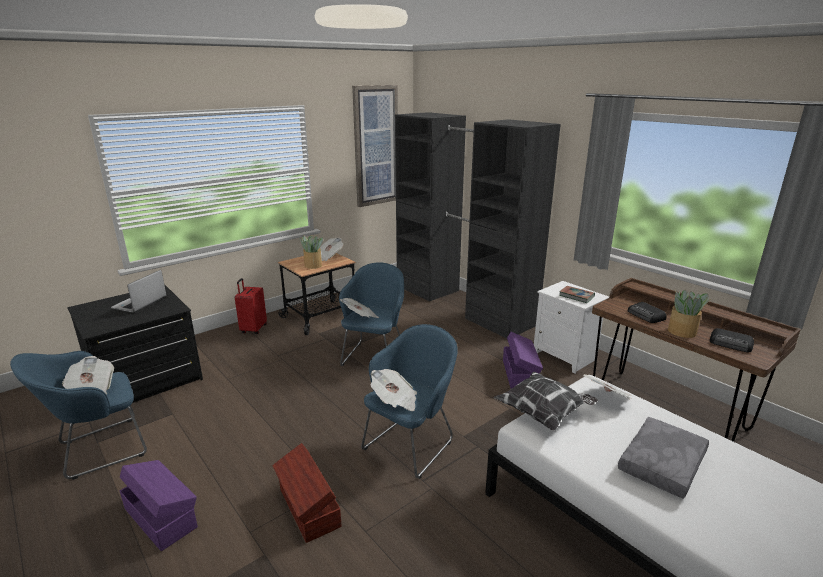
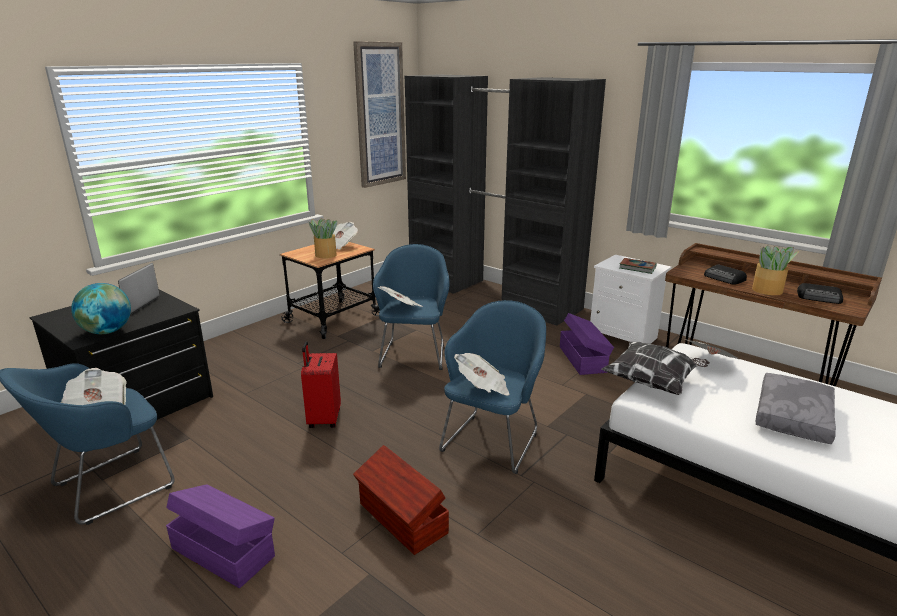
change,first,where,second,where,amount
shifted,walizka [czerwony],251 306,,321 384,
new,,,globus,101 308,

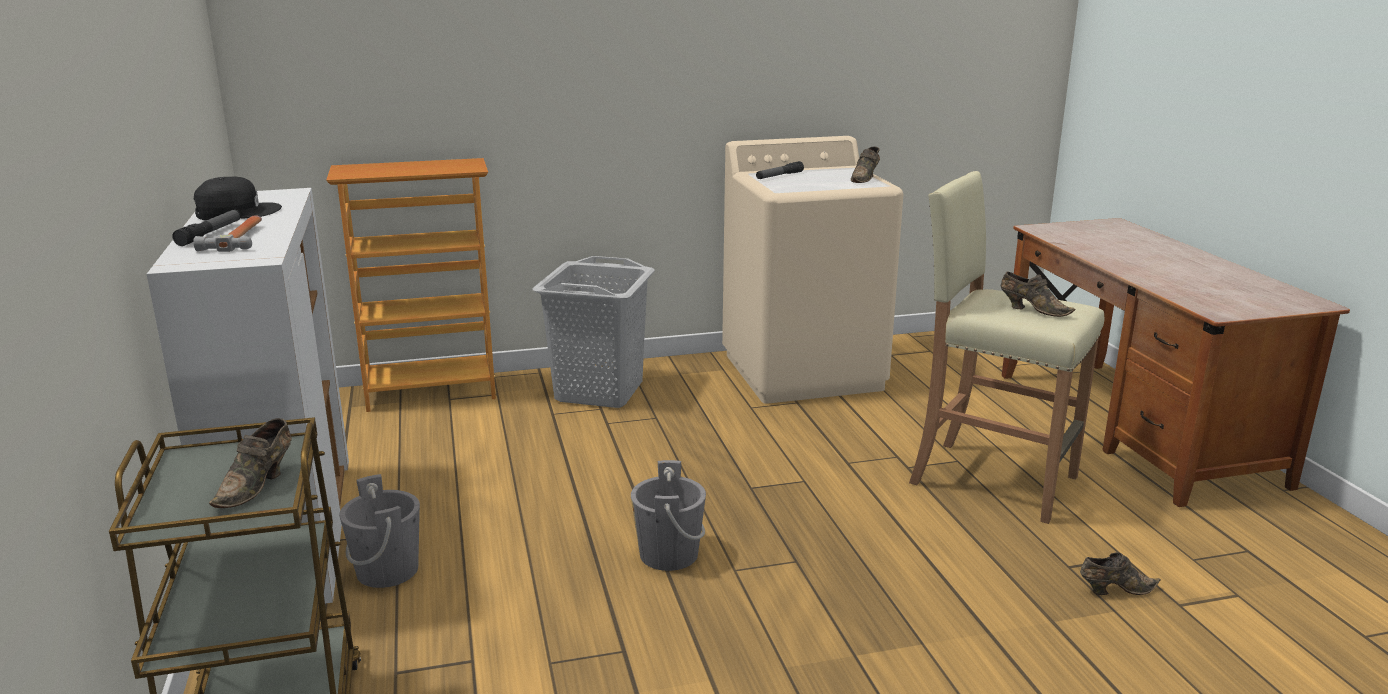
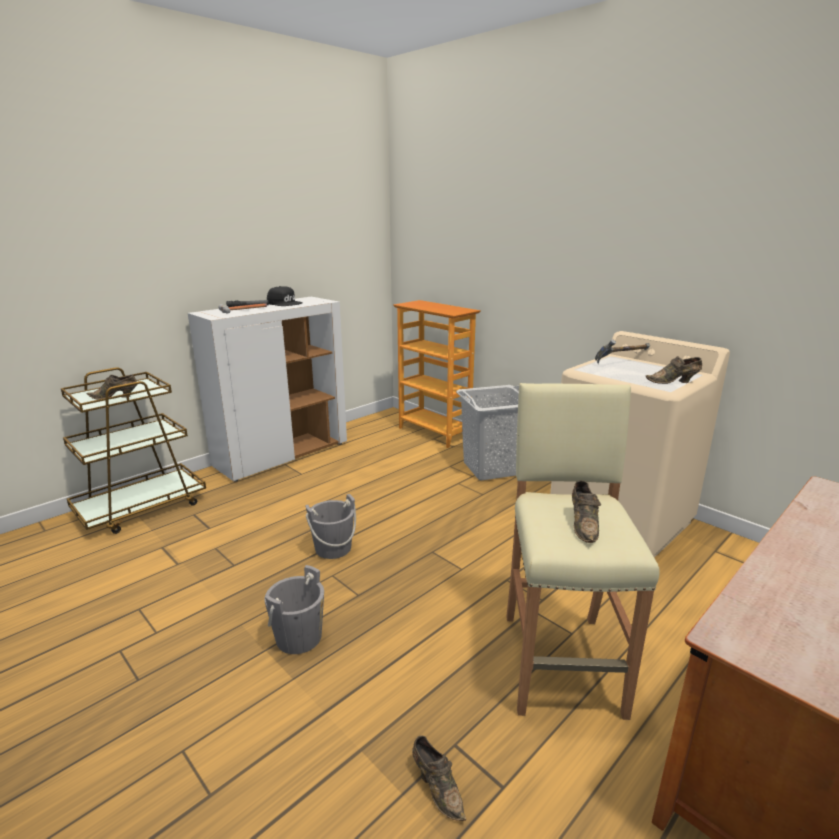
change,first,where,second,where,amount
shifted,wiadro [szary],379 531,,294 609,
swapped,latarka,780 170,młotek,622 351,

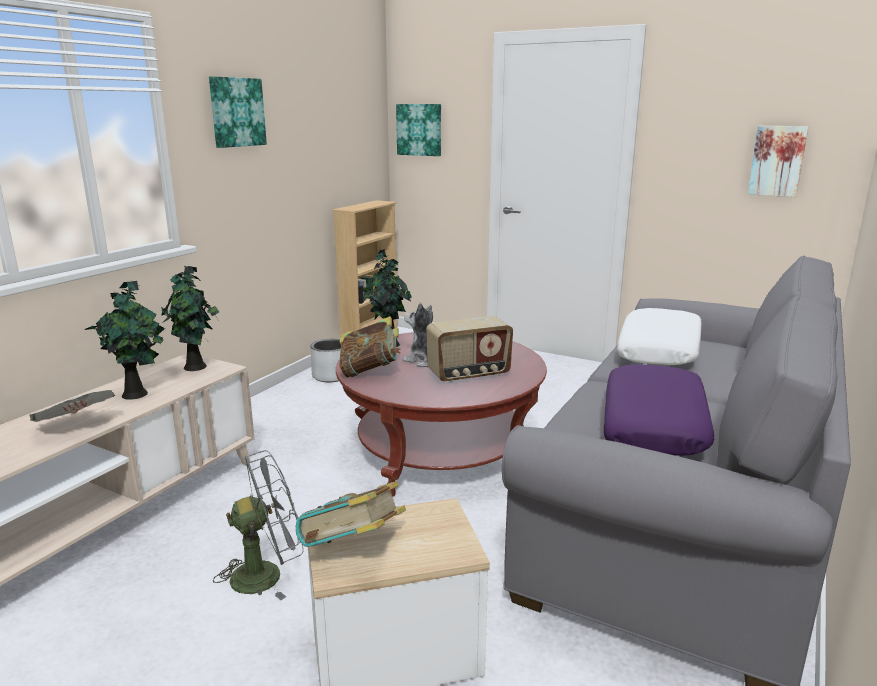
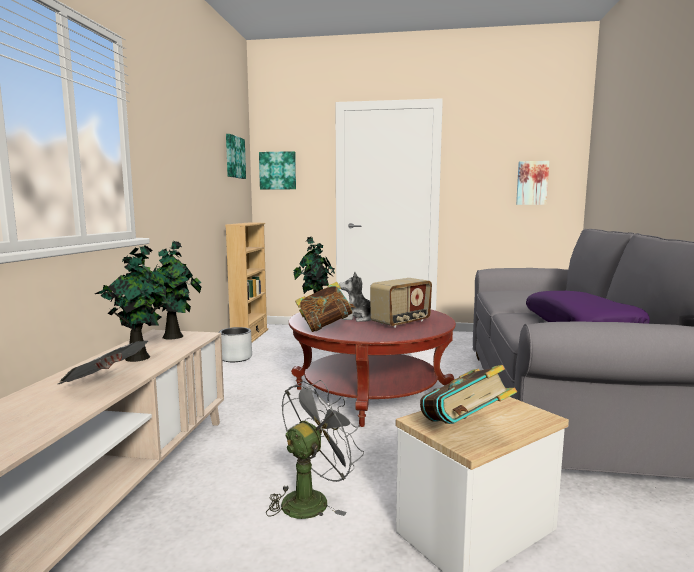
change,first,where,second,where,amount
shifted,obraz,238 112,,236 156,
gone,poduszka [biały],659 336,,,

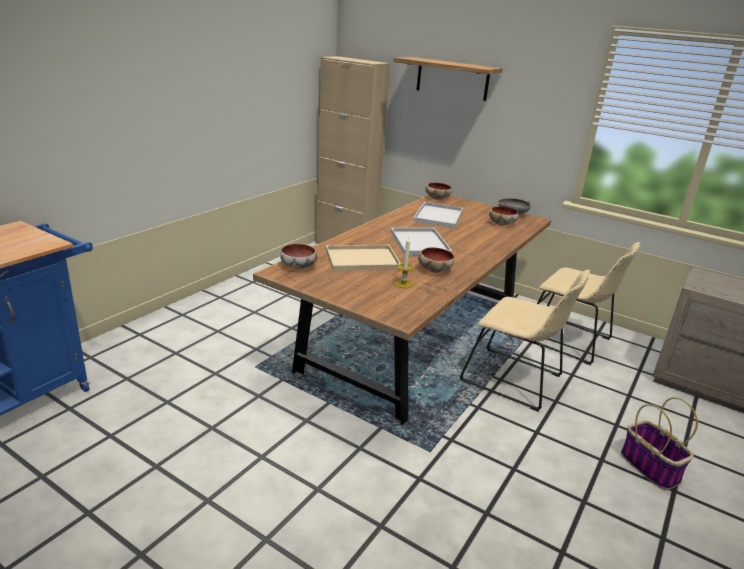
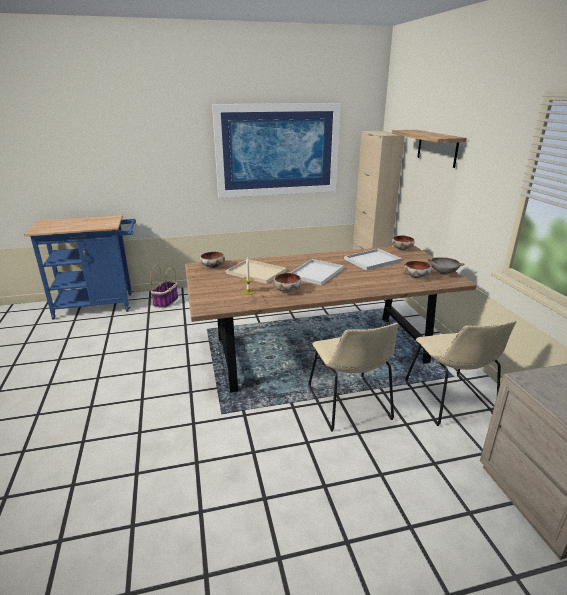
change,first,where,second,where,amount
shifted,koszyk,659 443,,164 286,
new,,,obraz,276 150,

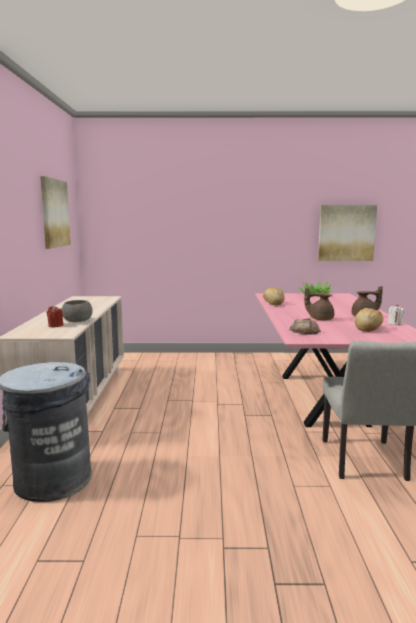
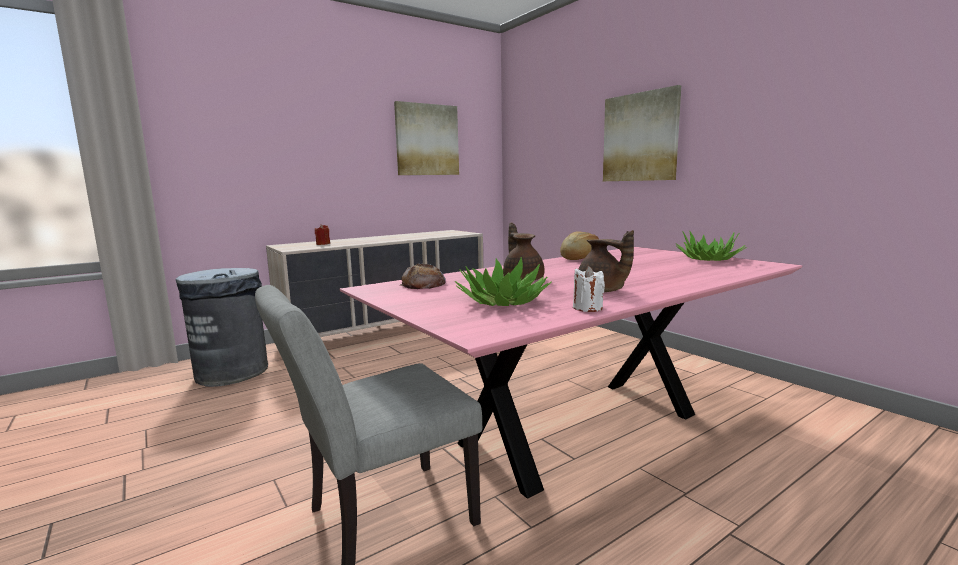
change,first,where,second,where,amount
gone,miska [szary],77 311,,,
shifted,obraz,347 233,,642 133,
swapped,chleb,369 320,roślina doniczkowa,503 281,

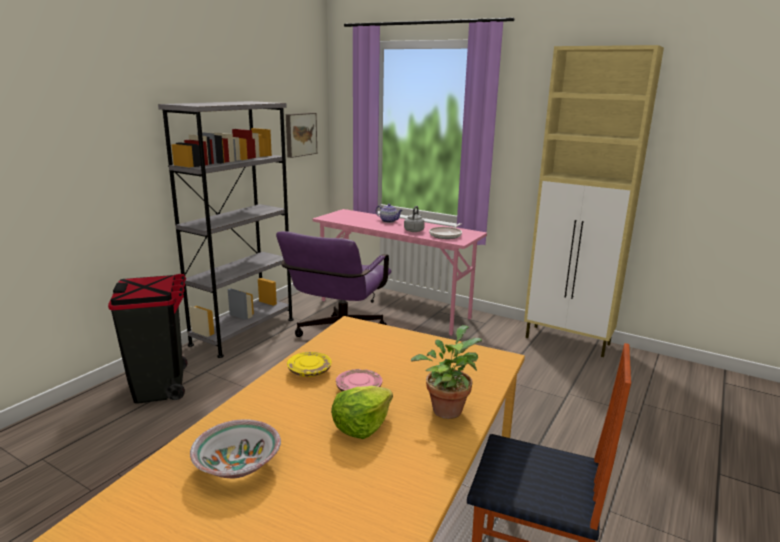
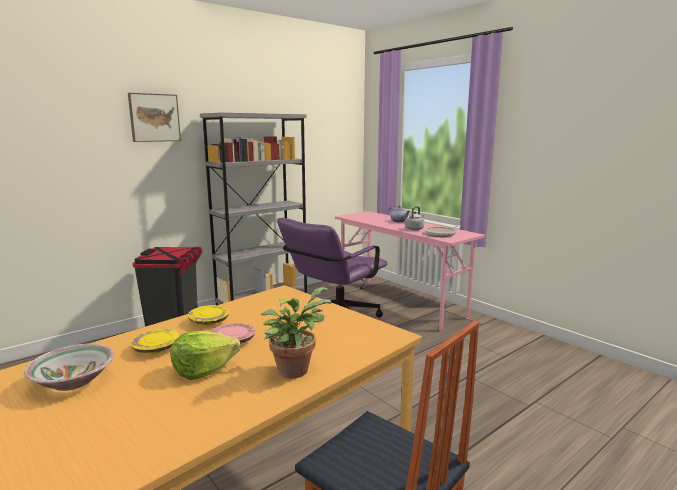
change,first,where,second,where,amount
shifted,obraz,301 135,,154 117,
gone,szafka [beżowy],594 201,,,
new,,,talerz [żółty],155 341,

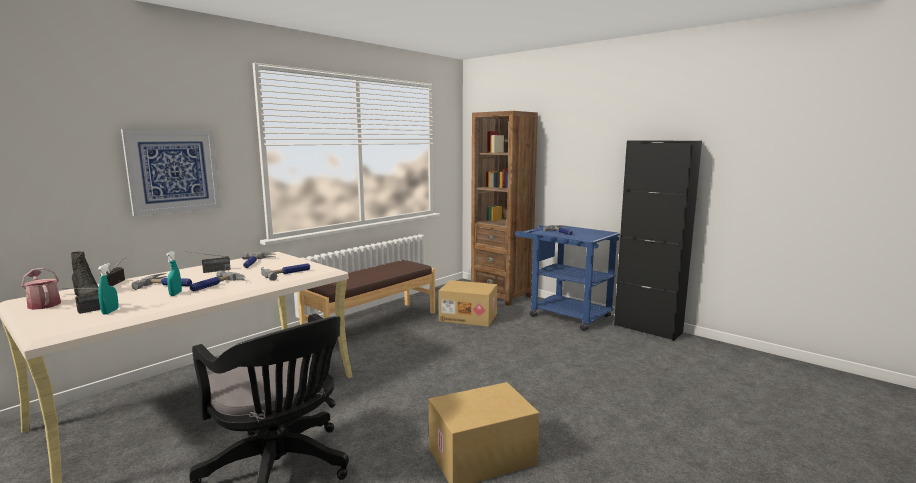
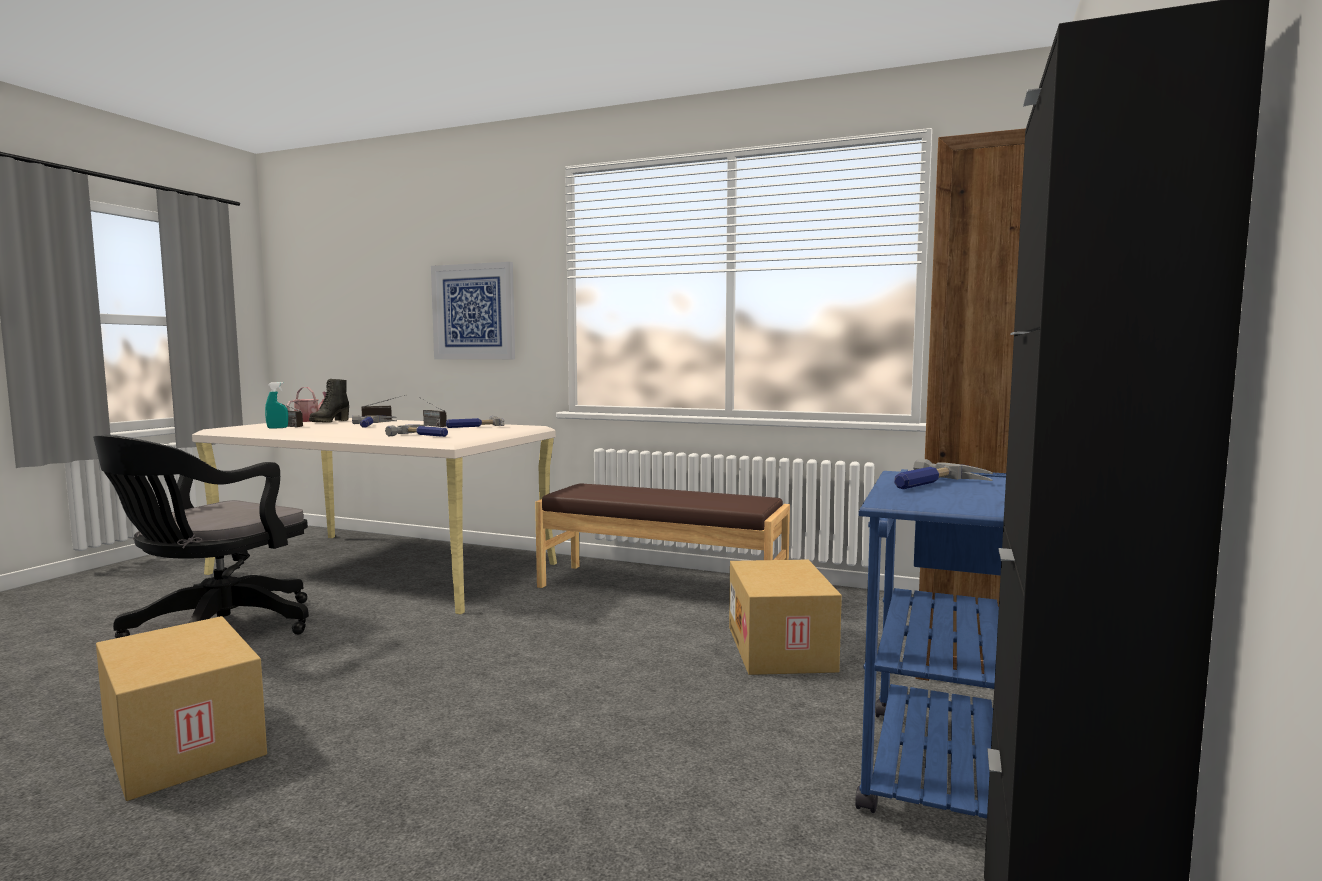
change,first,where,second,where,amount
gone,spryskiwacz [turkusowy],174 273,,,
gone,młotek,217 280,,,

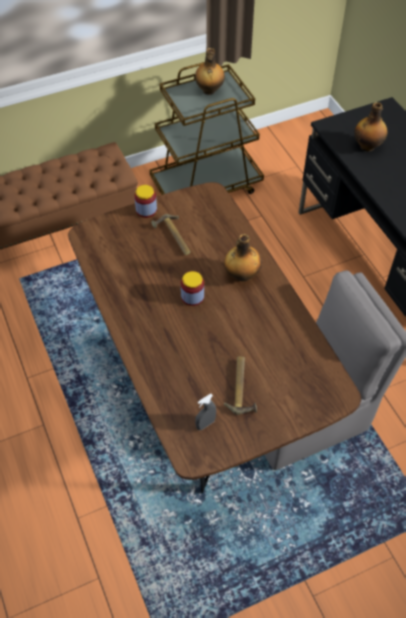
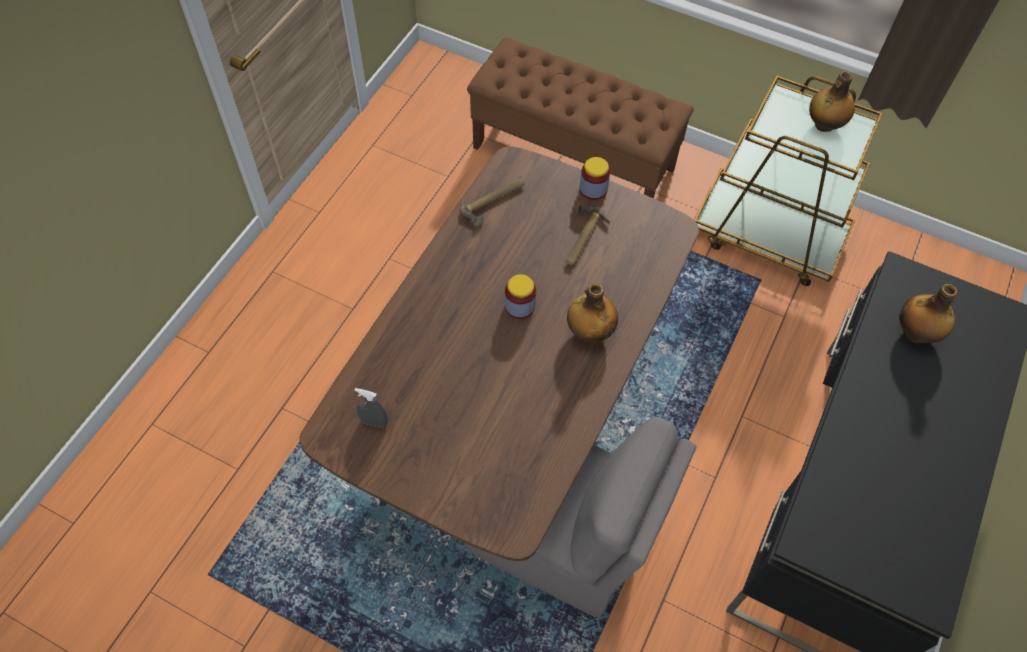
change,first,where,second,where,amount
shifted,młotek,240 385,,492 202,

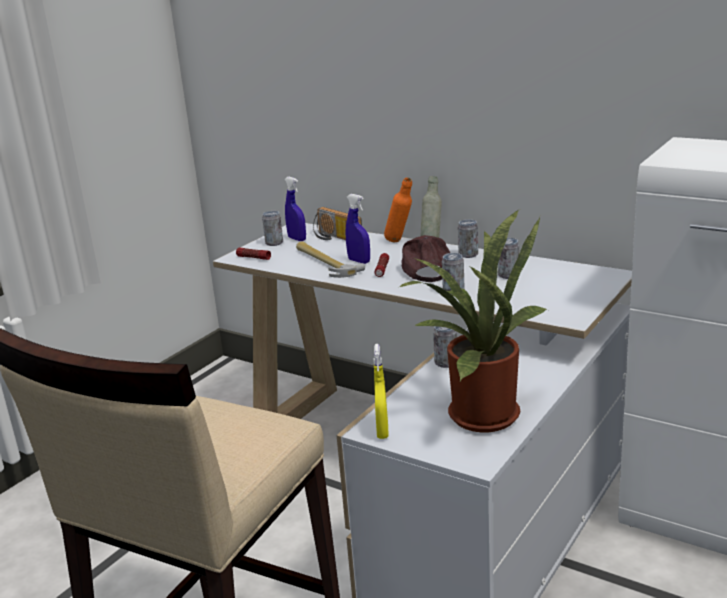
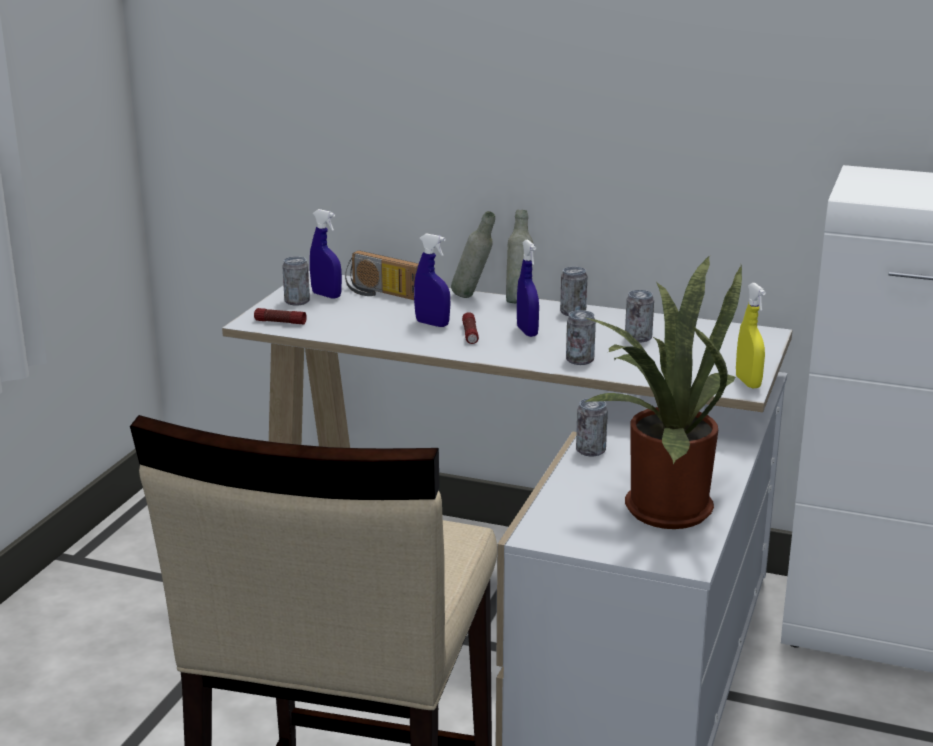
change,first,where,second,where,amount
gone,młotek,330 259,,,
shifted,spryskiwacz [żółty],381 391,,751 336,
repainted,butelka [pomarańczowy],398 209,butelka [szary],473 254,
swapped,czapka z daszkiem [brązowy],425 258,spryskiwacz [niebieski],528 288,

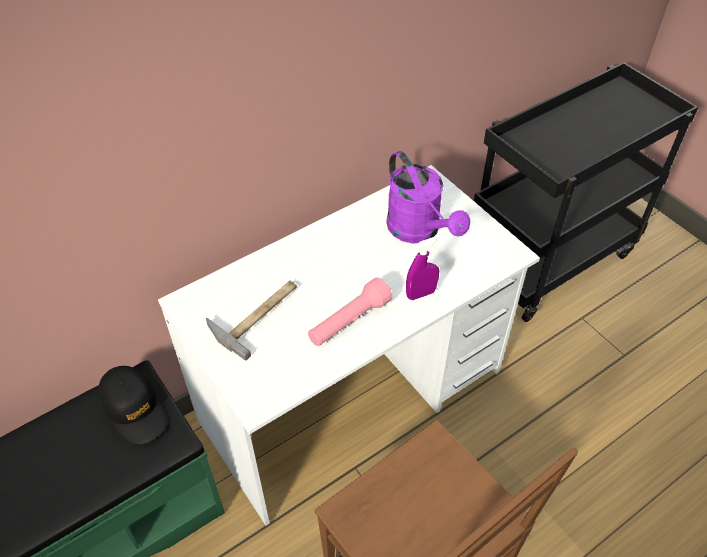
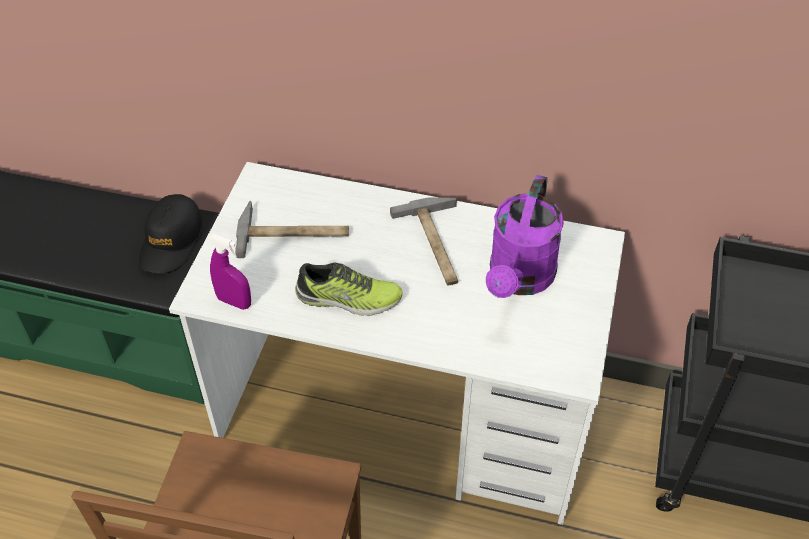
change,first,where,second,where,amount
swapped,latarka [różowy],350 311,but,349 289,
shifted,spryskiwacz [fioletowy],423 268,,230 272,
new,,,młotek,424 241,

